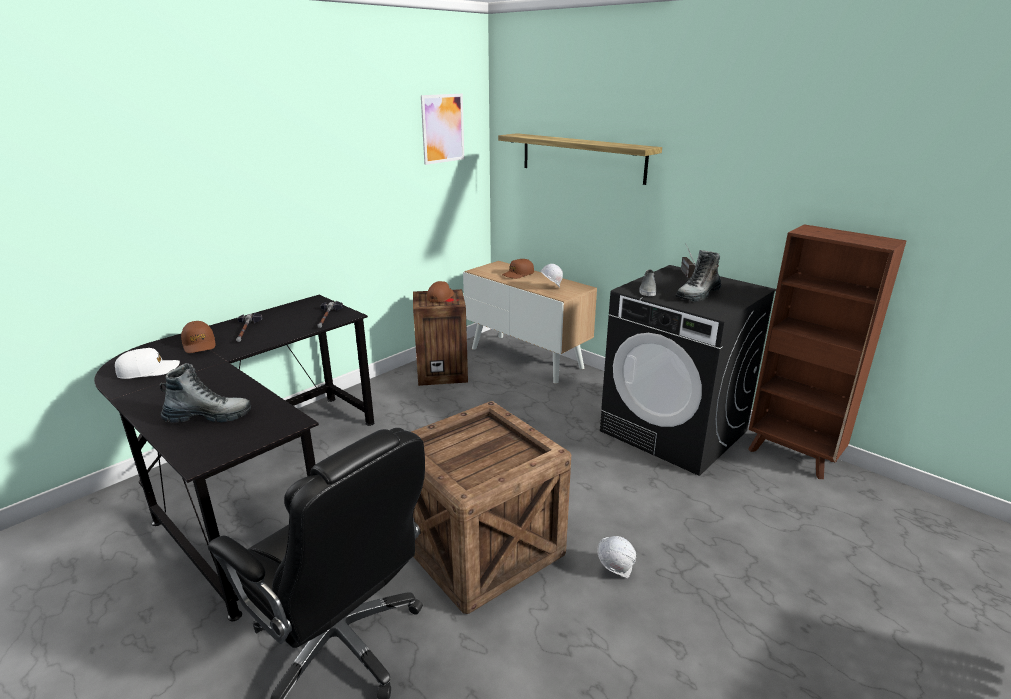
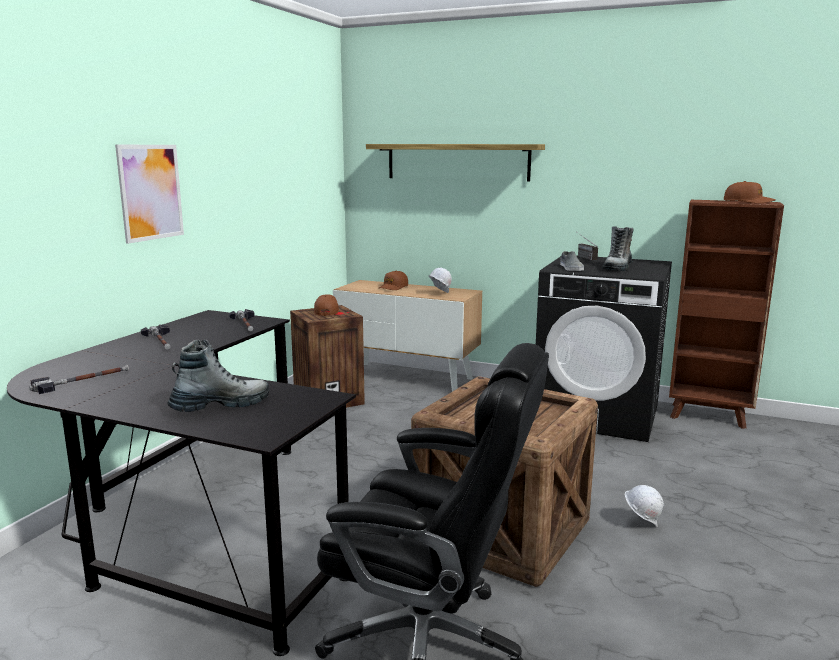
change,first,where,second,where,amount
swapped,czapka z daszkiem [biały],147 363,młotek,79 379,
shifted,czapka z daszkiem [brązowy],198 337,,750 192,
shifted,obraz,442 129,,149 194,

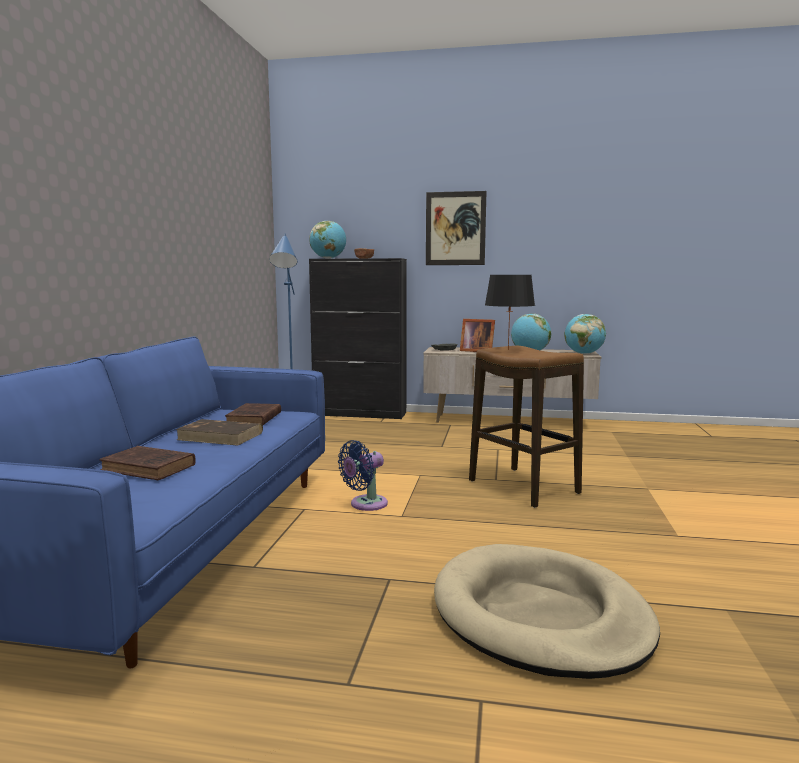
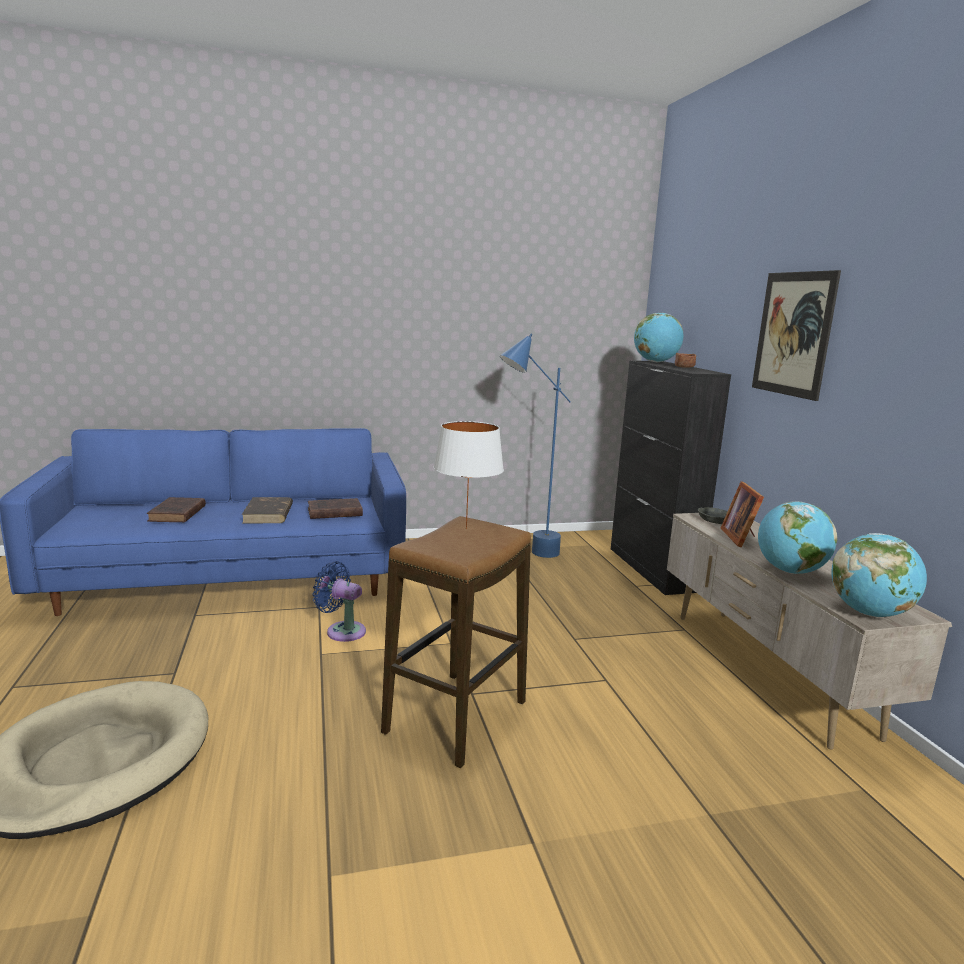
change,first,where,second,where,amount
repainted,lampa stołowa [czarny],510 312,lampa stołowa [biały],469 475,

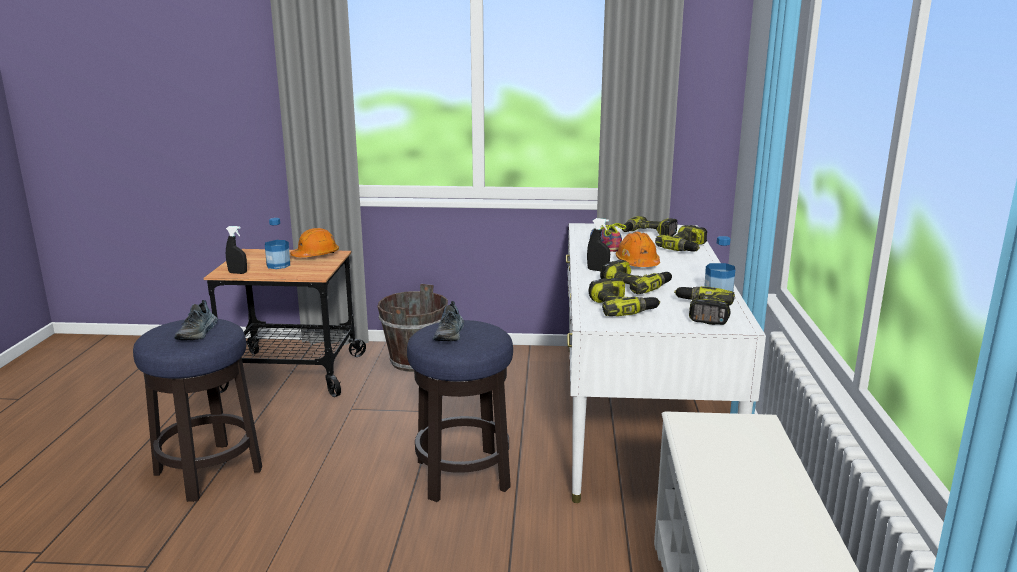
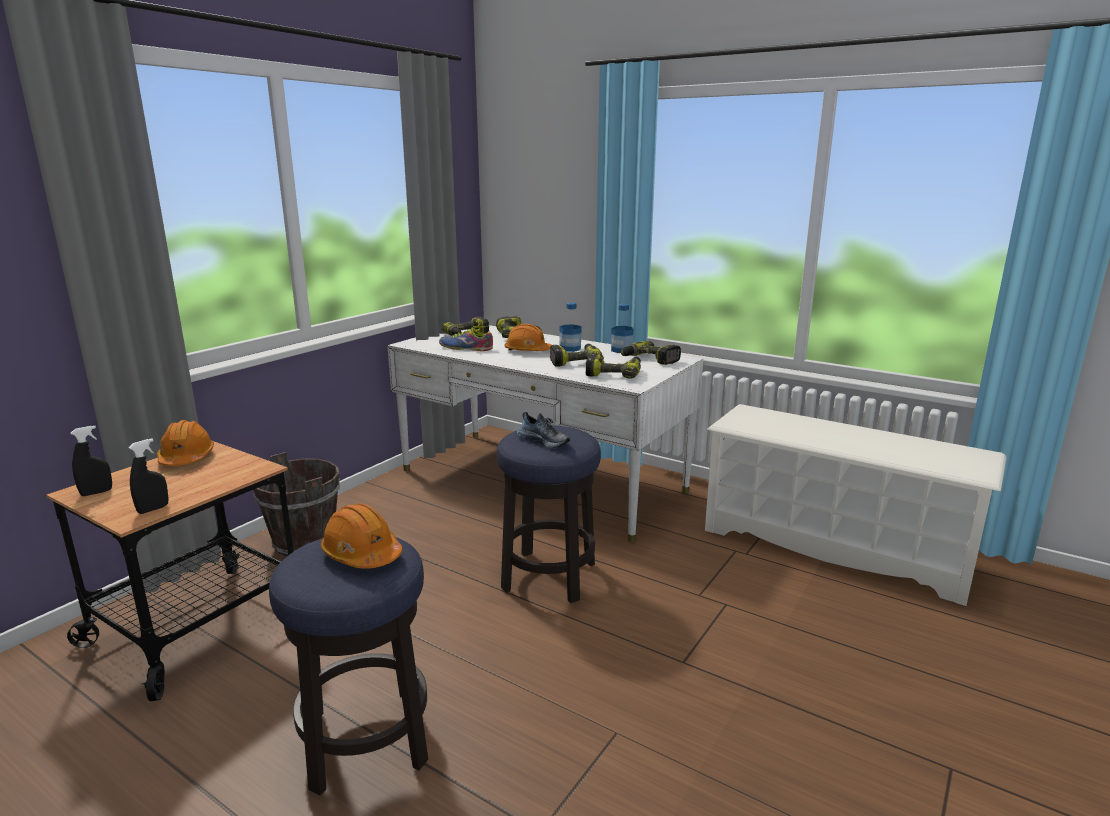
change,first,where,second,where,amount
swapped,but,196 320,kask [pomarańczowy],362 536,
shifted,butelka,277 243,,571 327,
shifted,spryskiwacz [czarny],598 244,,91 461,

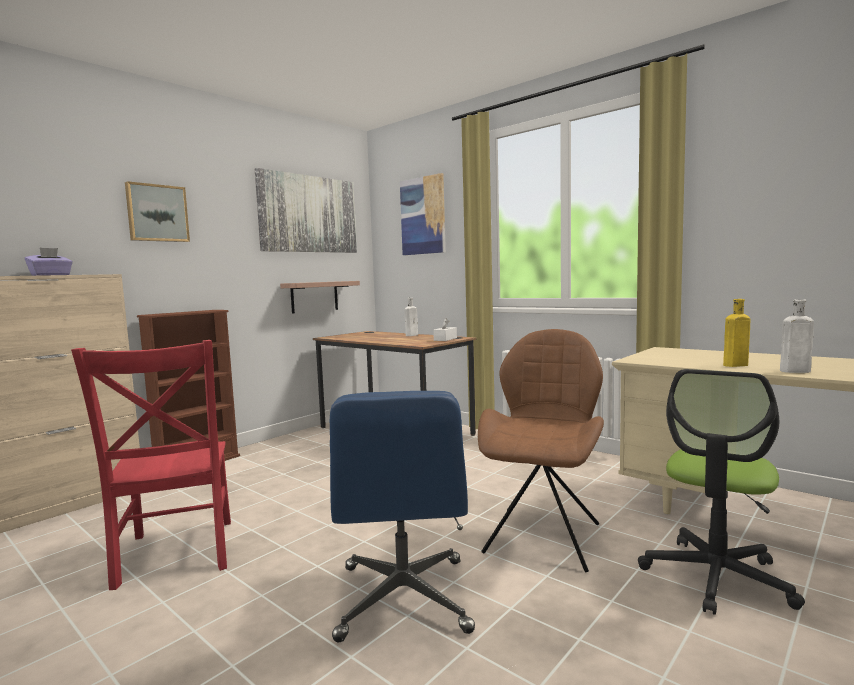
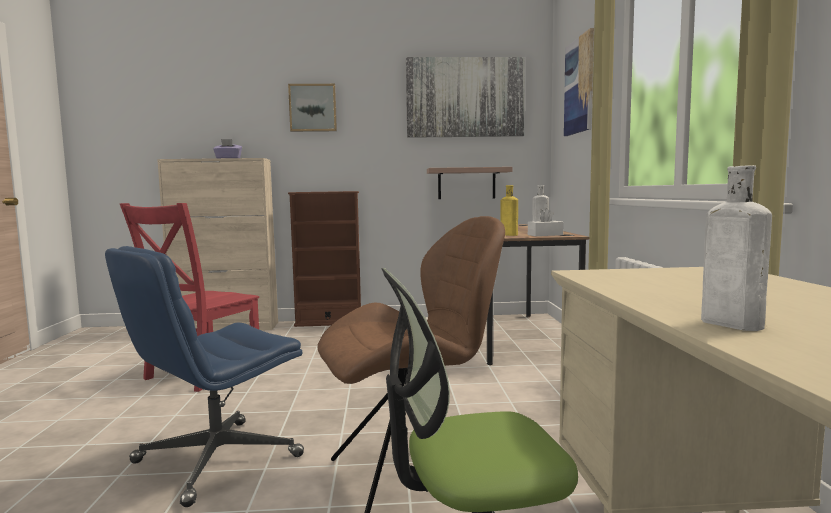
change,first,where,second,where,amount
shifted,butelka [żółty],736 333,,509 210,

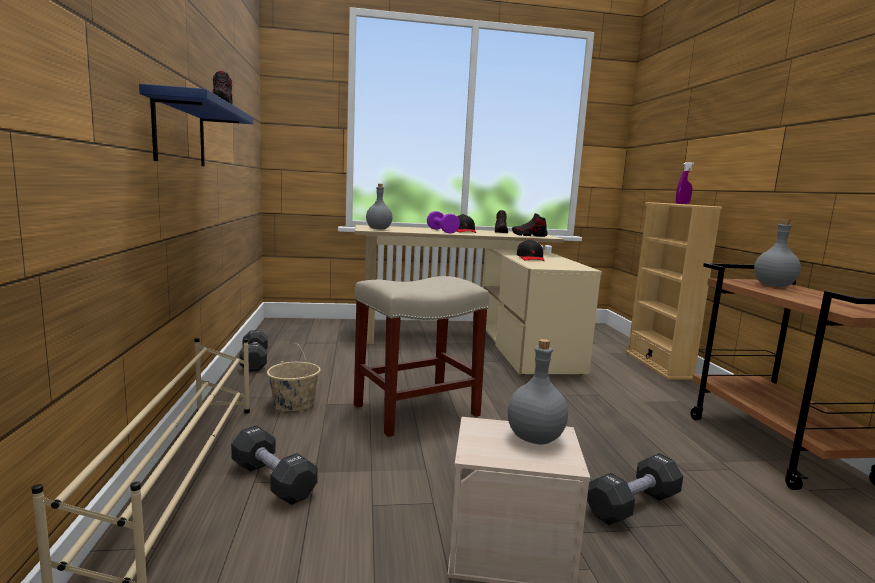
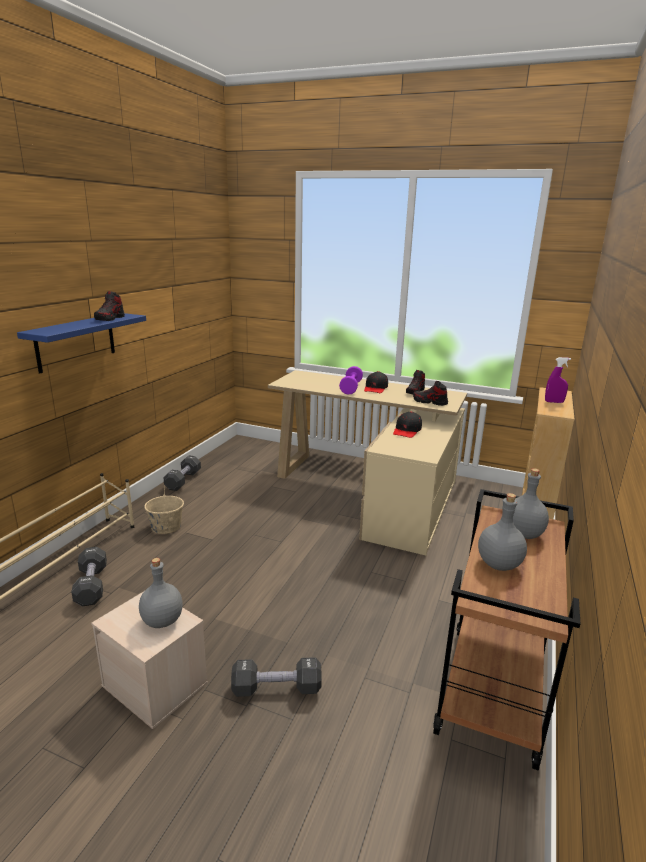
change,first,where,second,where,amount
gone,stołek [beżowy],421 356,,,
shifted,butelka [szary],379 207,,502 532,

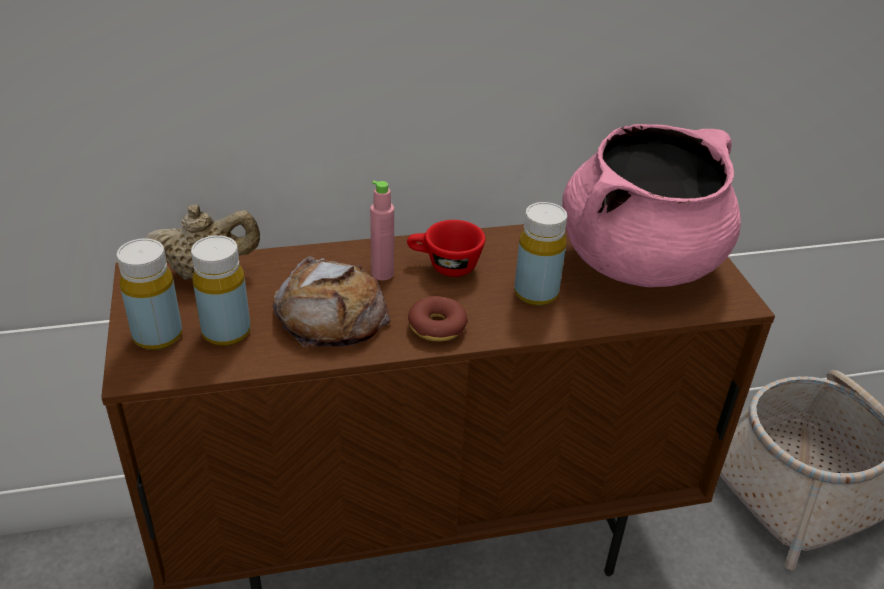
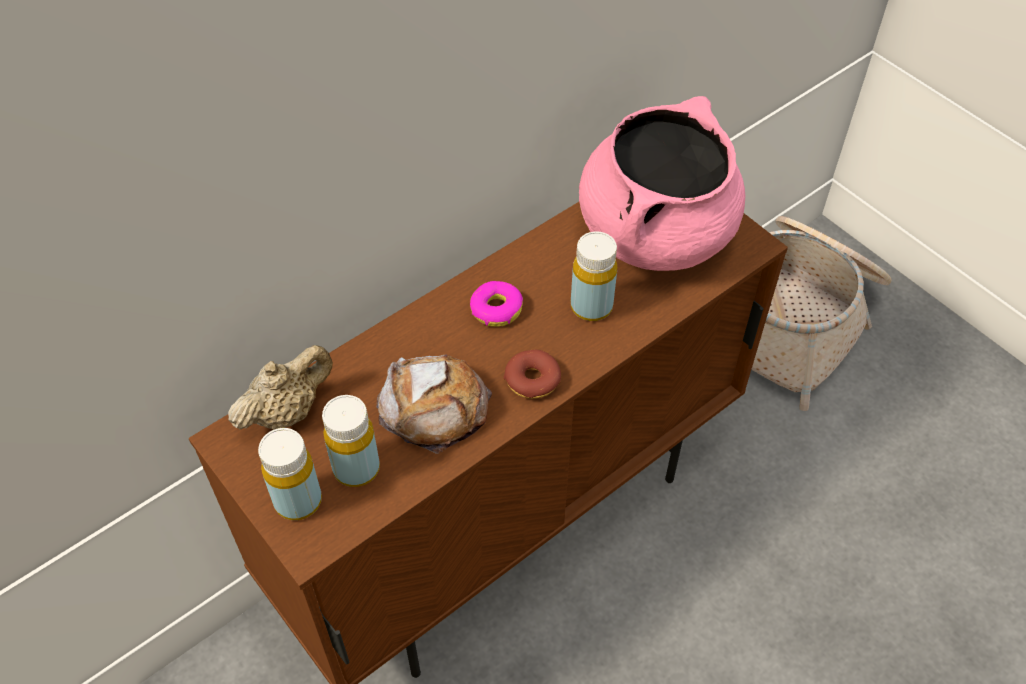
change,first,where,second,where,amount
gone,butelka [różowy],382 230,,,
swapped,filiżanka [czerwony],446 248,donut,496 304,

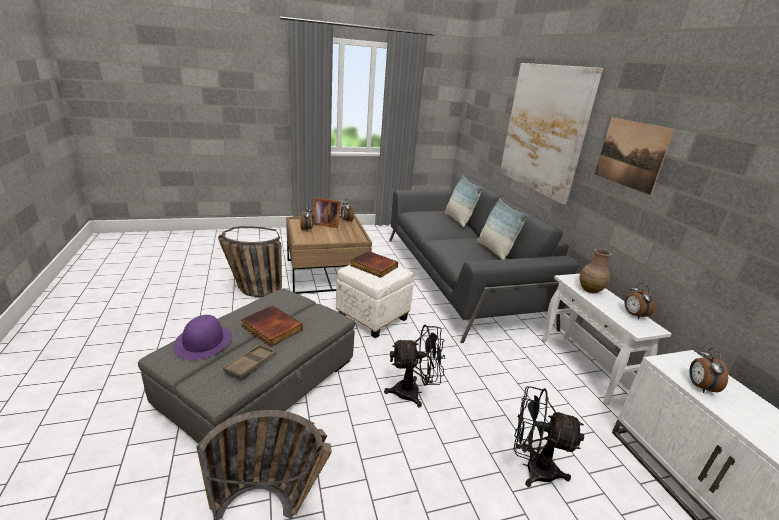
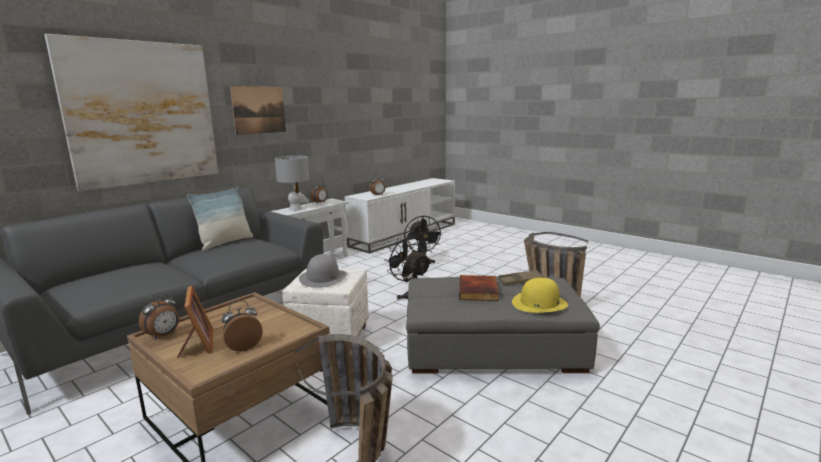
change,first,where,second,where,amount
repainted,kapelusz [fioletowy],202 337,kapelusz [żółty],540 295,
swapped,książka,374 264,kapelusz [szary],323 271,
gone,poduszka,464 201,,,
swapped,wazon [brązowy],595 271,lampa stołowa [szary],292 183,

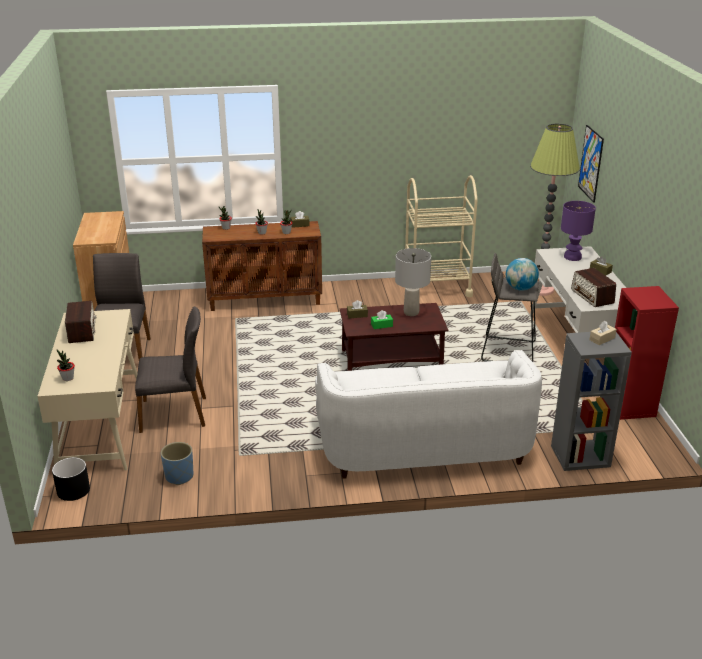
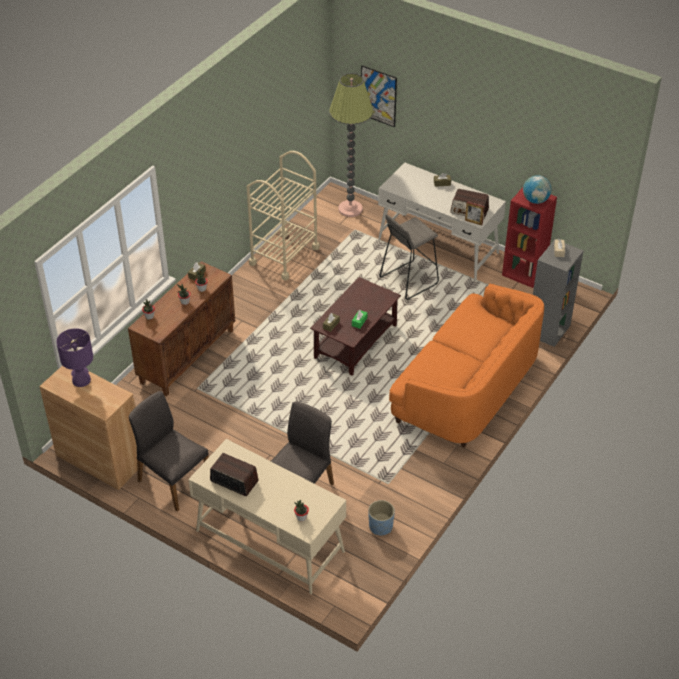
change,first,where,second,where,amount
gone,donica [czarny],71 479,,,
repainted,kanapa [biały],428 414,kanapa [pomarańczowy],466 366,
gone,lampa stołowa [szary],413 282,,,
shifted,globus,522 274,,537 189,
shifted,lampa stołowa [fioletowy],578 231,,74 357,
new,,,ramka na zdjęcie,474 213,

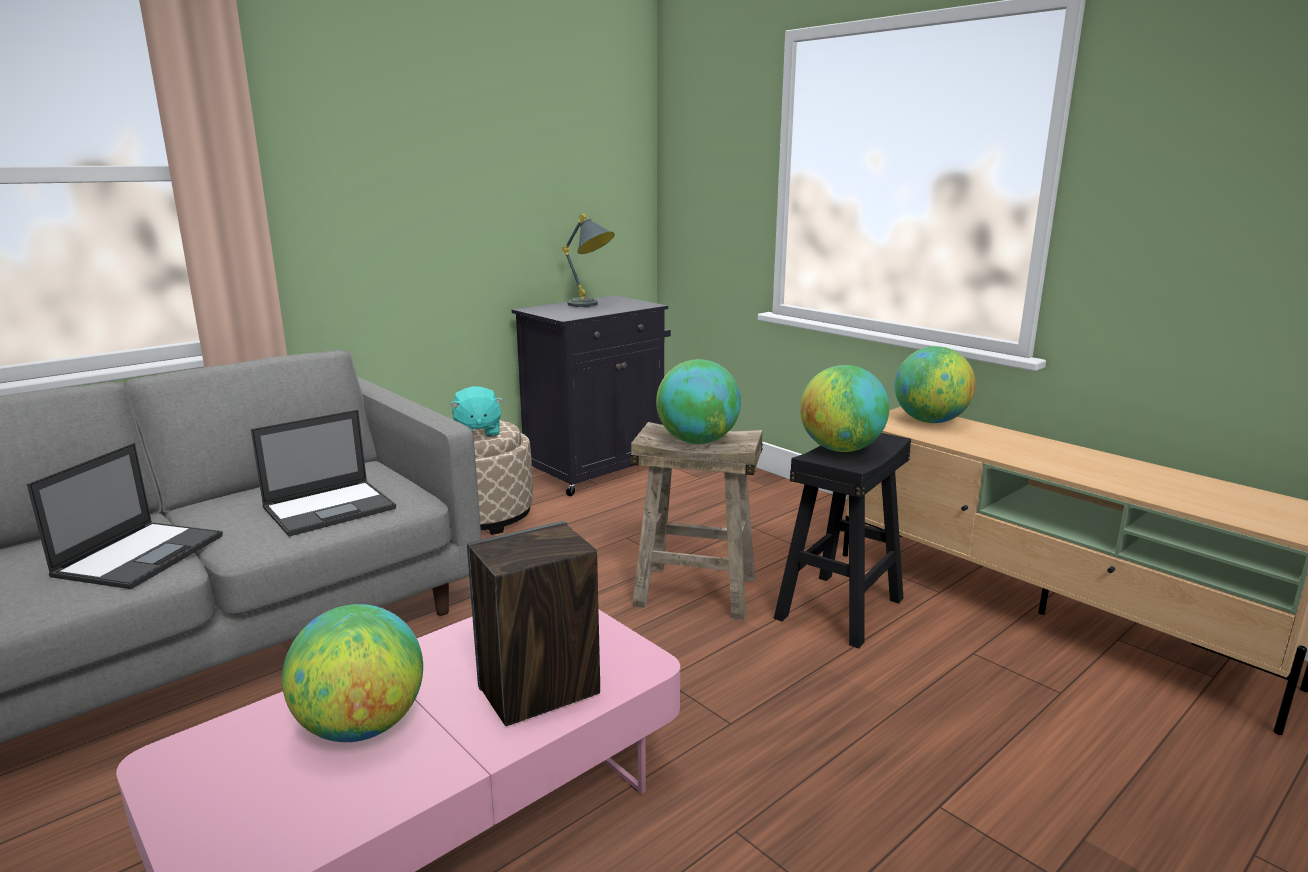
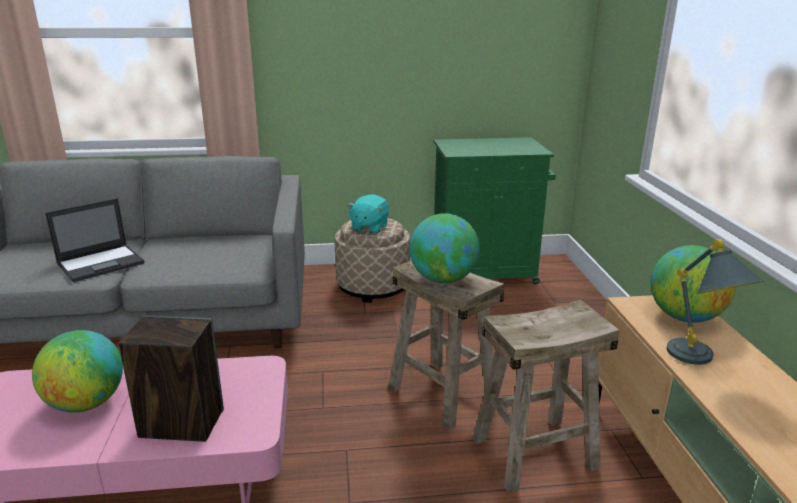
change,first,where,second,where,amount
gone,laptop,323 473,,,
repainted,szafka [czarny],591 396,szafka [zielony],494 210,
shifted,lampa stołowa [szary],588 260,,715 302,
repainted,stołek [czarny],842 541,stołek [beżowy],546 396,
gone,globus,844 408,,,

